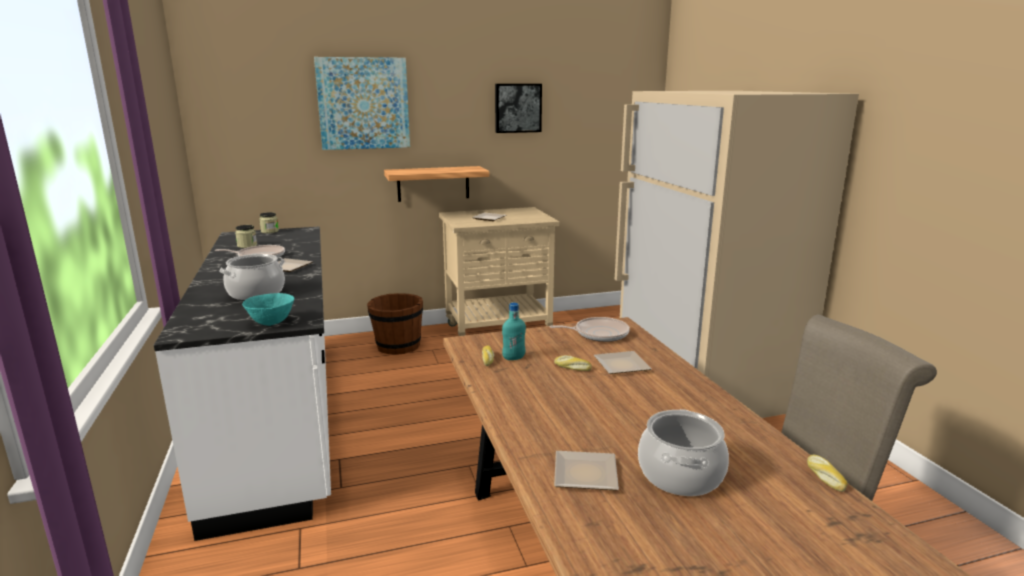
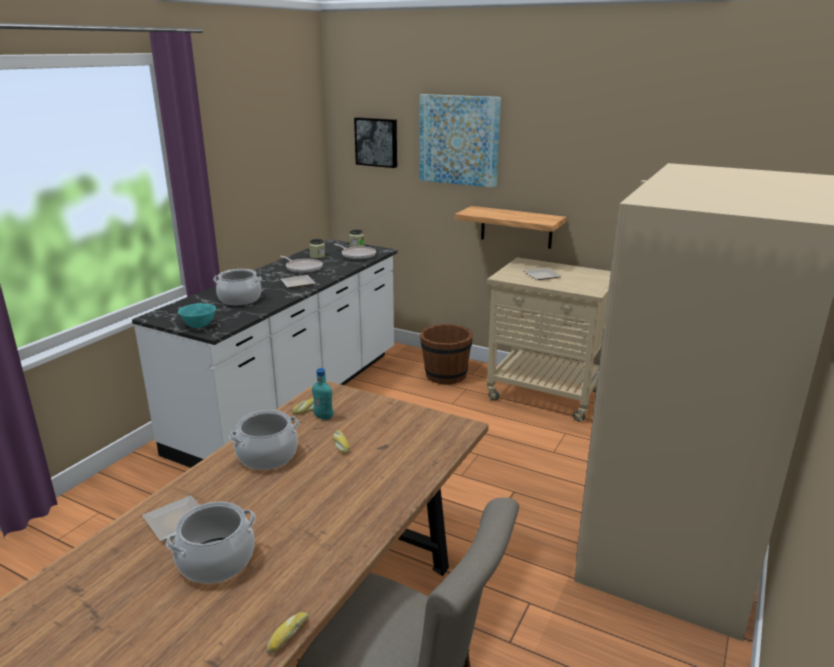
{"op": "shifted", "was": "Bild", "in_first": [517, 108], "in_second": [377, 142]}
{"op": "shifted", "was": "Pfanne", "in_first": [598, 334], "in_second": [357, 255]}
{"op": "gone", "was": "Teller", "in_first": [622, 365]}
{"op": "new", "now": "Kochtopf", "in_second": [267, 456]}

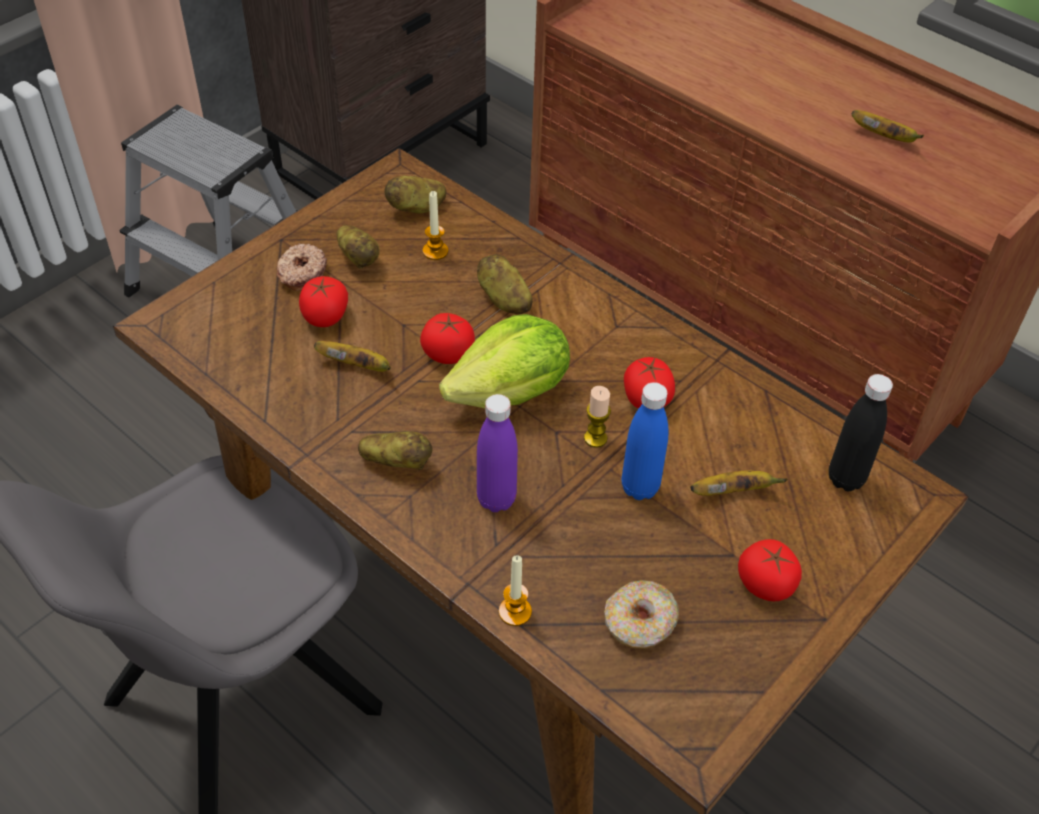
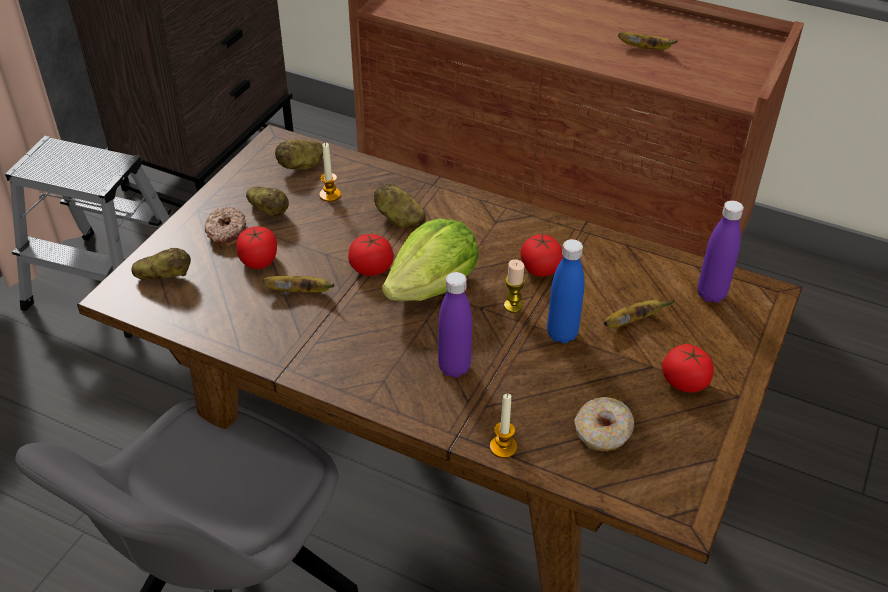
{"op": "repainted", "was": "Flasche [schwarz]", "now": "Flasche [lila]", "in_first": [846, 478], "in_second": [711, 294]}
{"op": "shifted", "was": "Kartoffel", "in_first": [397, 462], "in_second": [164, 277]}

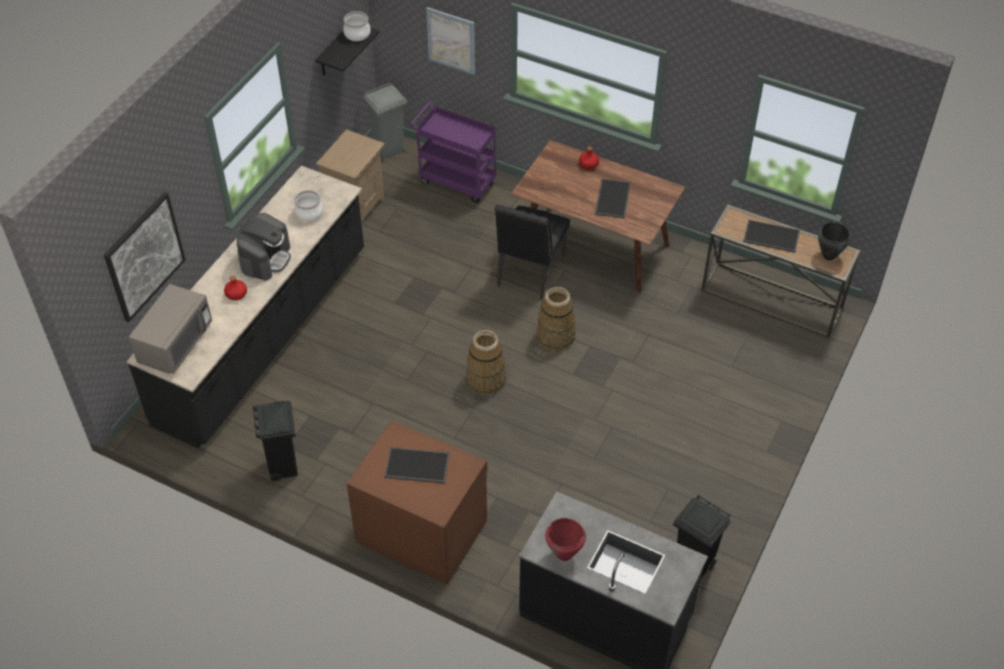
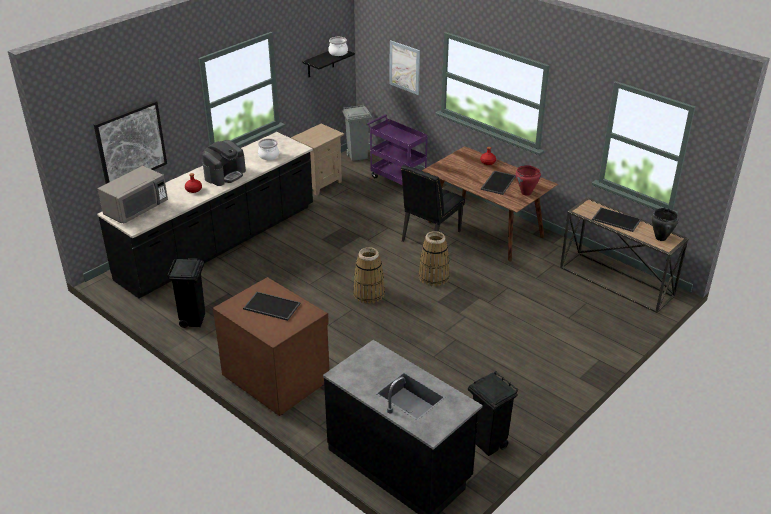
{"op": "shifted", "was": "Kochtopf [rot]", "in_first": [564, 555], "in_second": [526, 193]}

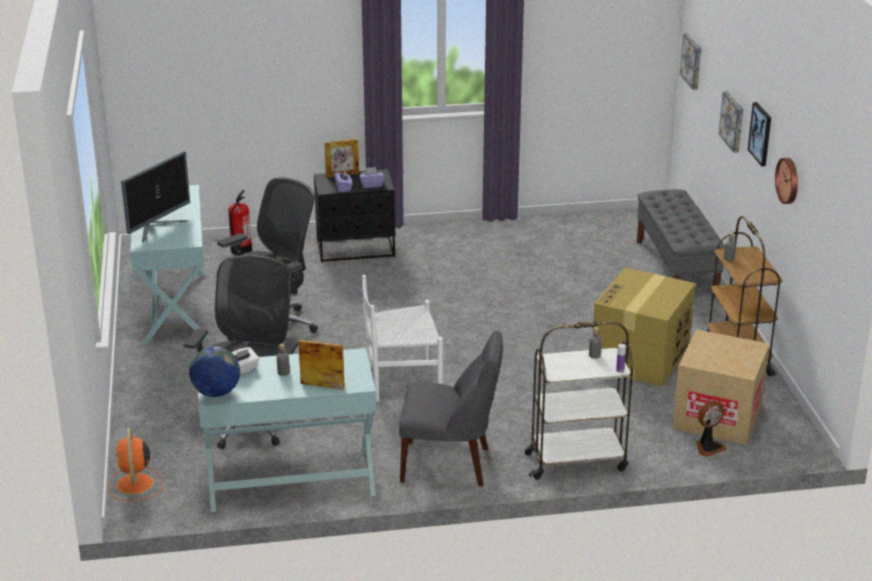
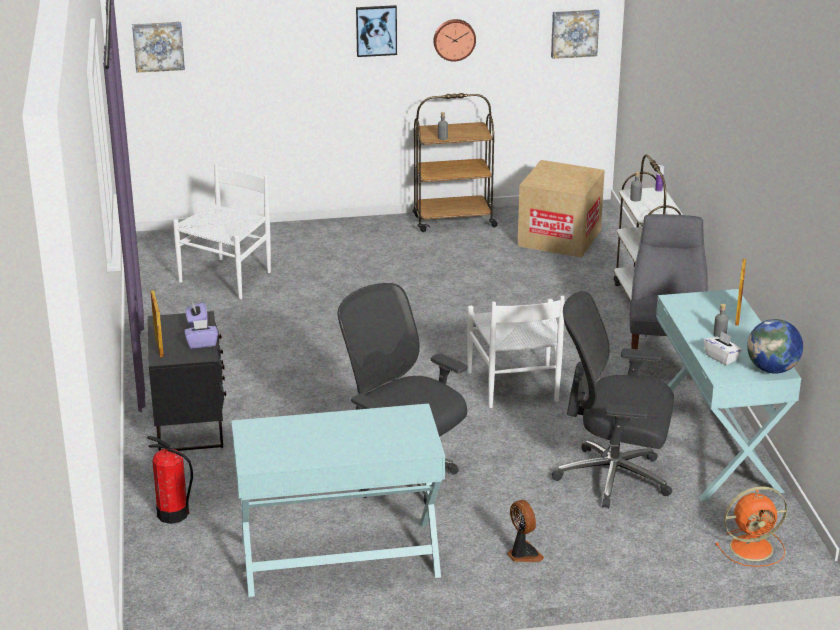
{"op": "shifted", "was": "Bild", "in_first": [733, 121], "in_second": [574, 33]}
{"op": "gone", "was": "Monitor", "in_first": [158, 228]}
{"op": "gone", "was": "Bank [grau]", "in_first": [676, 269]}
{"op": "gone", "was": "Karton", "in_first": [640, 358]}
{"op": "shifted", "was": "Ventilator", "in_first": [708, 447], "in_second": [523, 554]}
{"op": "new", "now": "Stuhl [weiß]", "in_second": [228, 278]}

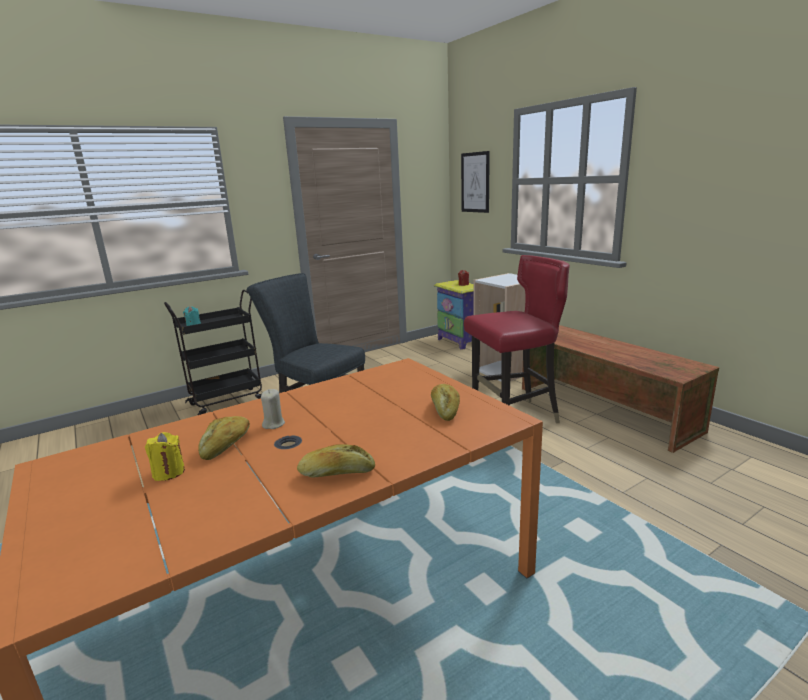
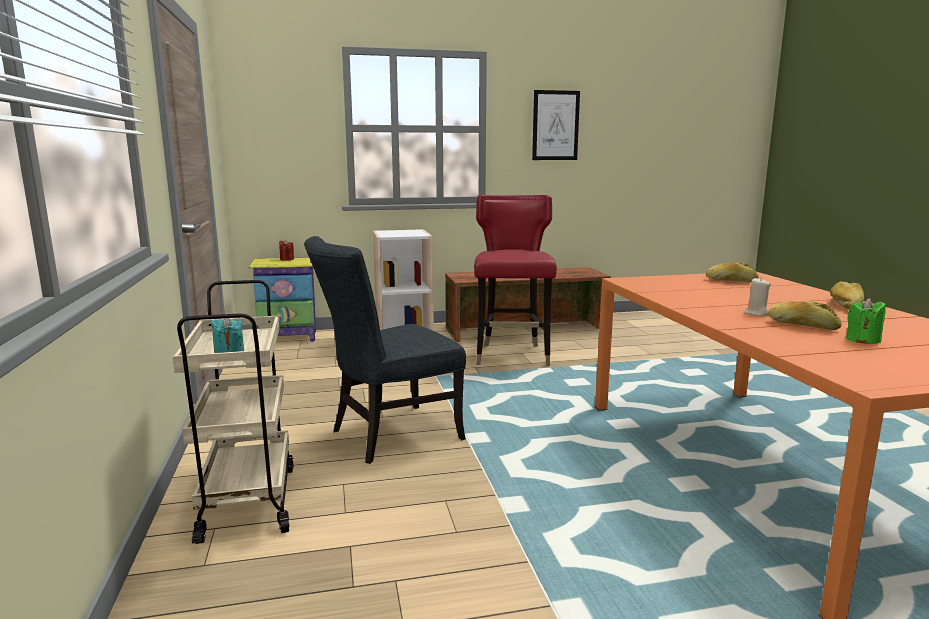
{"op": "shifted", "was": "Bild", "in_first": [475, 182], "in_second": [555, 125]}
{"op": "repainted", "was": "Rollwagen [schwarz]", "now": "Rollwagen [beige]", "in_first": [228, 402], "in_second": [249, 502]}
{"op": "repainted", "was": "Kerze [gelb]", "now": "Kerze [grün]", "in_first": [168, 472], "in_second": [862, 340]}

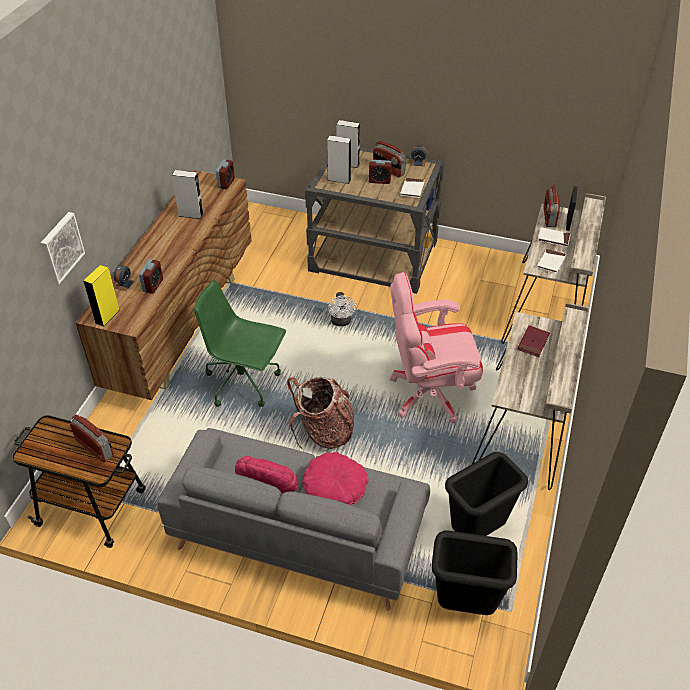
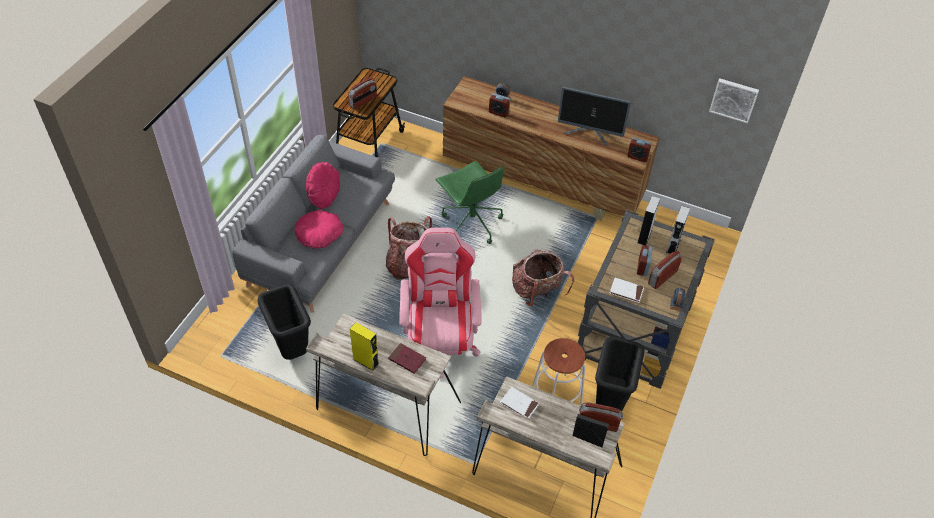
{"op": "swapped", "was": "Lautsprecher [grau]", "now": "Monitor", "in_first": [191, 215], "in_second": [589, 134]}
{"op": "shifted", "was": "Bild", "in_first": [60, 247], "in_second": [734, 99]}
{"op": "gone", "was": "Buch [weiß]", "in_first": [553, 238]}
{"op": "shifted", "was": "Lautsprecher [gelb]", "in_first": [107, 316], "in_second": [366, 361]}
{"op": "rotated", "was": "Bürostuhl [grün]", "in_first": [245, 384], "in_second": [470, 222], "clockwise": 120}
{"op": "swapped", "was": "Ventilator [weiß]", "now": "Rucksack", "in_first": [341, 322], "in_second": [537, 291]}
{"op": "shifted", "was": "Mülleimer [schwarz]", "in_first": [464, 605], "in_second": [609, 401]}
{"op": "new", "now": "Hocker [weiß]", "in_second": [557, 394]}

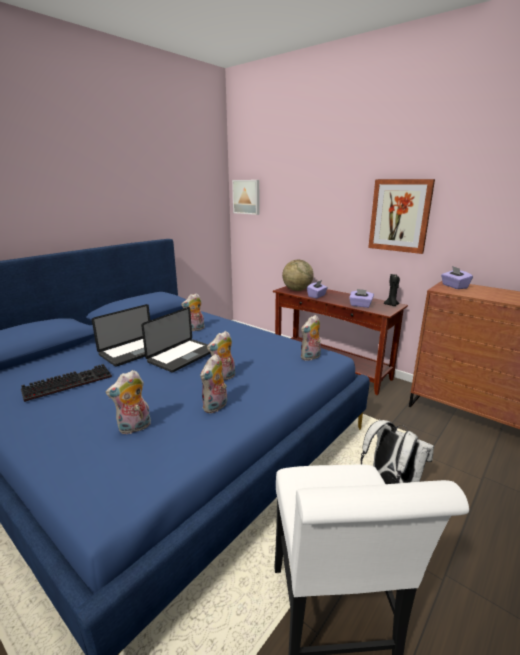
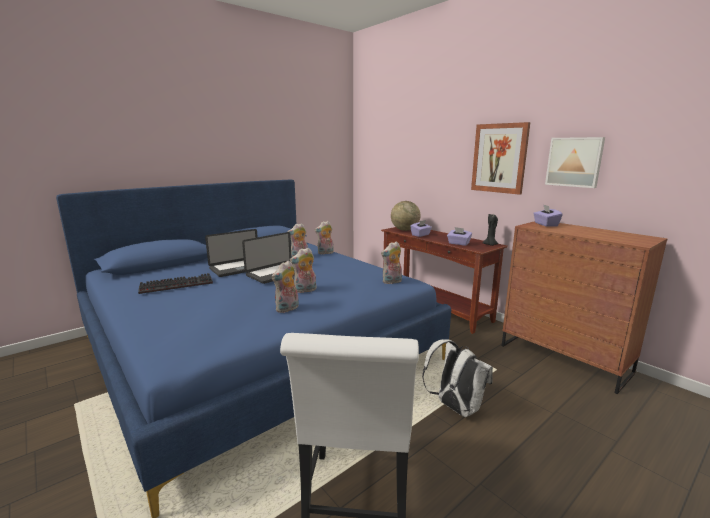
{"op": "shifted", "was": "Bild", "in_first": [247, 197], "in_second": [574, 162]}
{"op": "shifted", "was": "Plüschtier", "in_first": [134, 428], "in_second": [325, 253]}

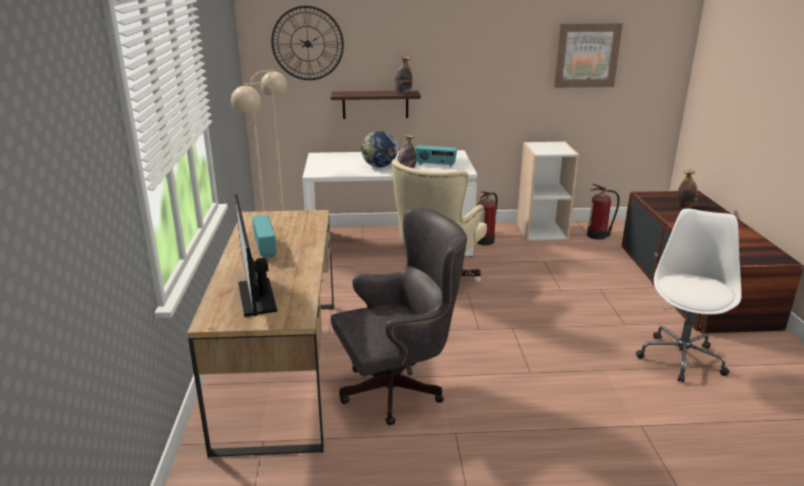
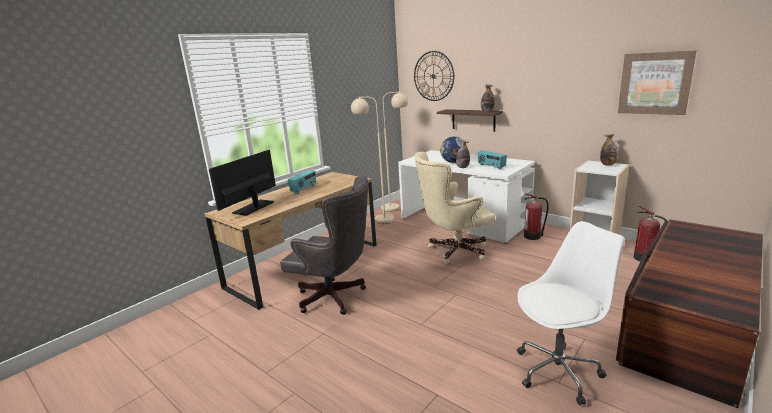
{"op": "shifted", "was": "Flasche", "in_first": [685, 206], "in_second": [608, 164]}

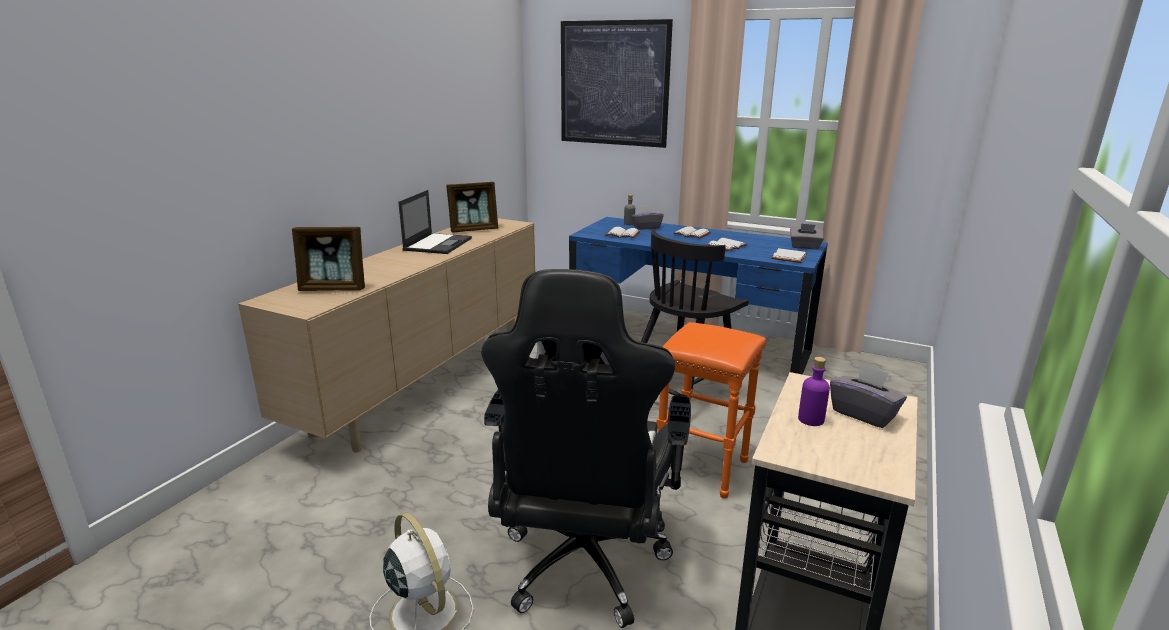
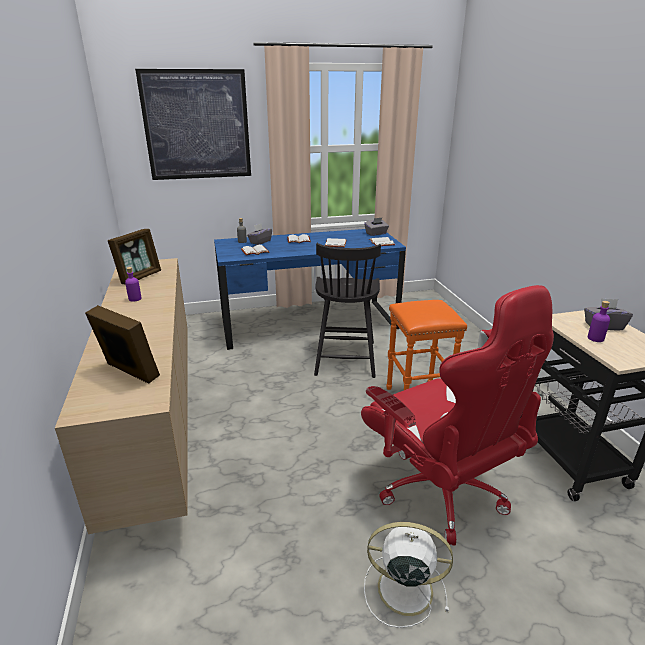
{"op": "swapped", "was": "Laptop", "now": "Flasche [lila]", "in_first": [438, 244], "in_second": [135, 299]}
{"op": "rotated", "was": "Bilderrahmen", "in_first": [333, 288], "in_second": [129, 373], "clockwise": -105}
{"op": "repainted", "was": "Bürostuhl [schwarz]", "now": "Bürostuhl [rot]", "in_first": [585, 556], "in_second": [435, 487]}

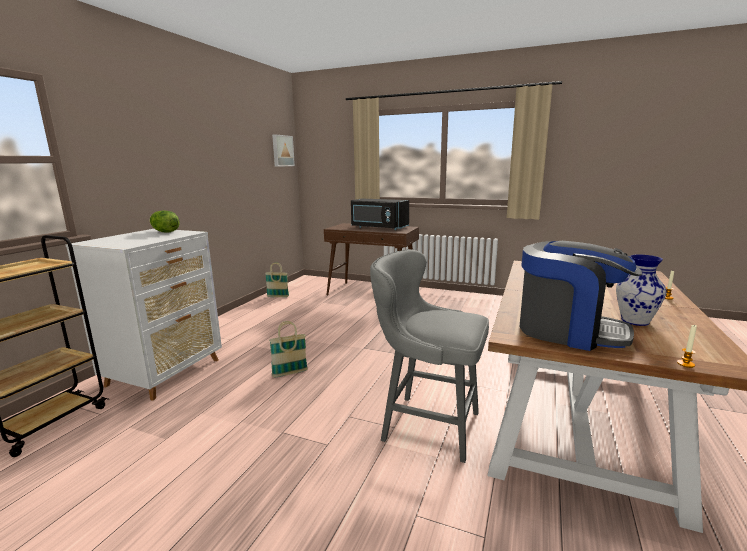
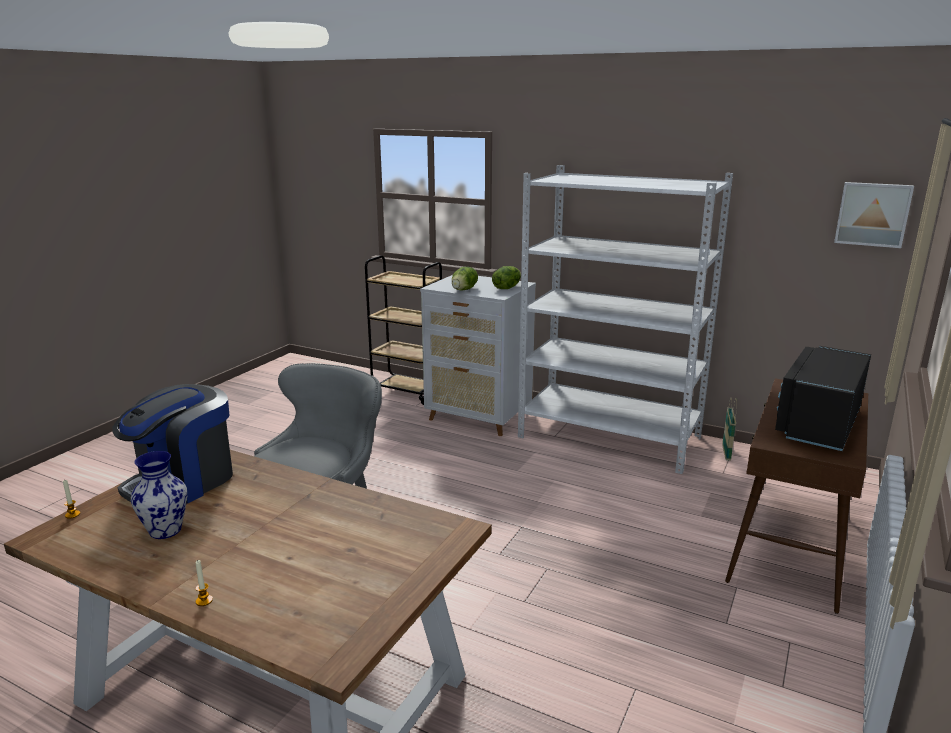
{"op": "gone", "was": "Korb", "in_first": [290, 373]}
{"op": "new", "now": "Bücherregal [weiß]", "in_second": [609, 437]}
{"op": "new", "now": "Salatkopf", "in_second": [464, 290]}

